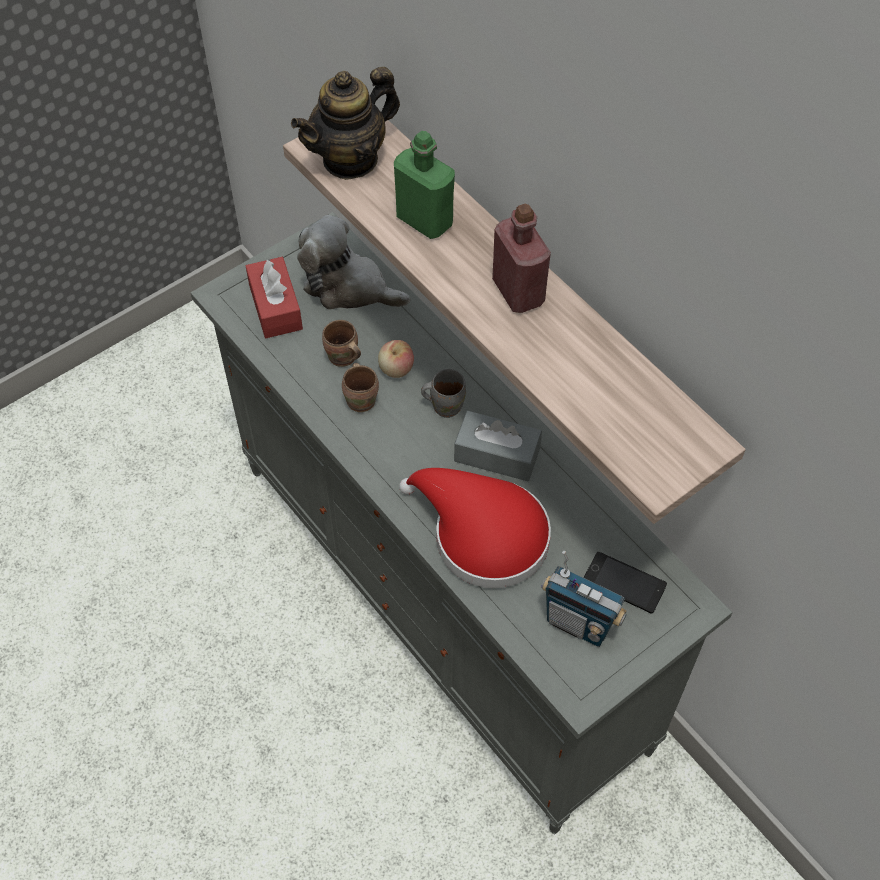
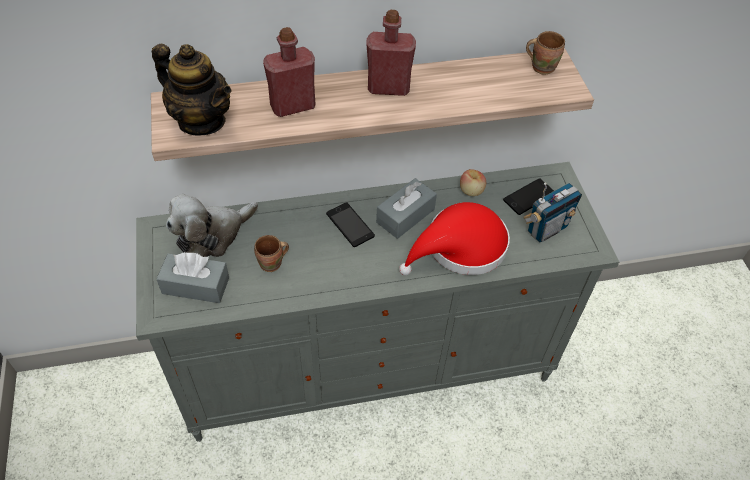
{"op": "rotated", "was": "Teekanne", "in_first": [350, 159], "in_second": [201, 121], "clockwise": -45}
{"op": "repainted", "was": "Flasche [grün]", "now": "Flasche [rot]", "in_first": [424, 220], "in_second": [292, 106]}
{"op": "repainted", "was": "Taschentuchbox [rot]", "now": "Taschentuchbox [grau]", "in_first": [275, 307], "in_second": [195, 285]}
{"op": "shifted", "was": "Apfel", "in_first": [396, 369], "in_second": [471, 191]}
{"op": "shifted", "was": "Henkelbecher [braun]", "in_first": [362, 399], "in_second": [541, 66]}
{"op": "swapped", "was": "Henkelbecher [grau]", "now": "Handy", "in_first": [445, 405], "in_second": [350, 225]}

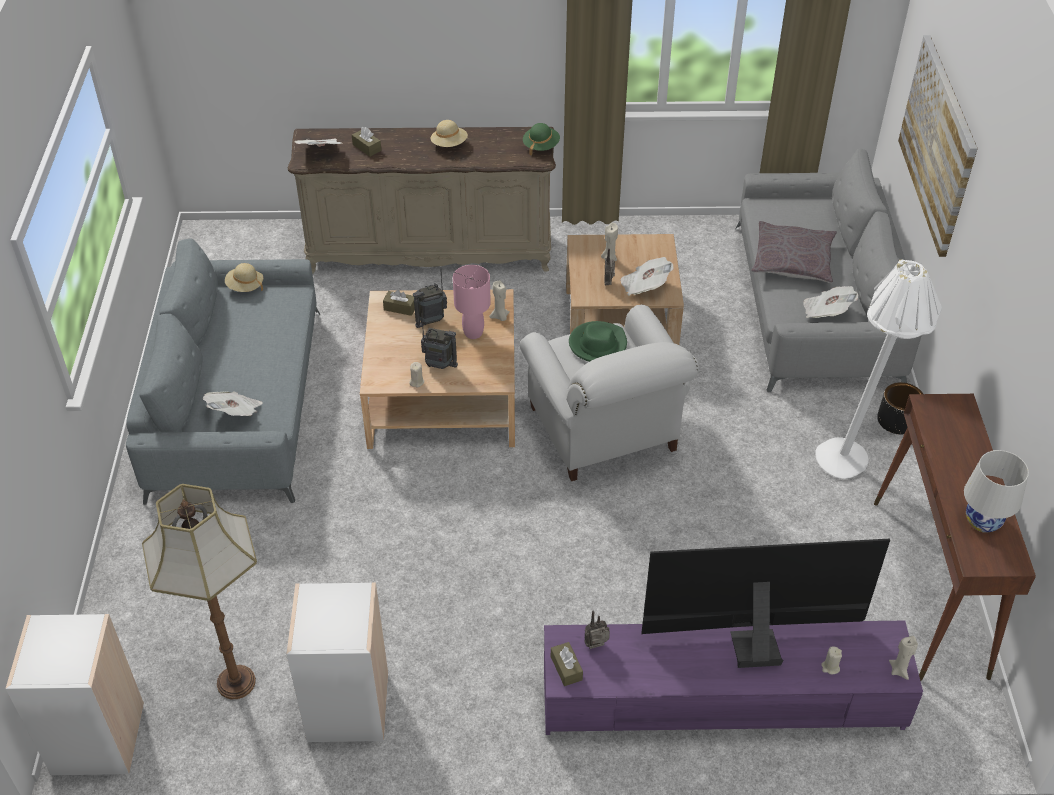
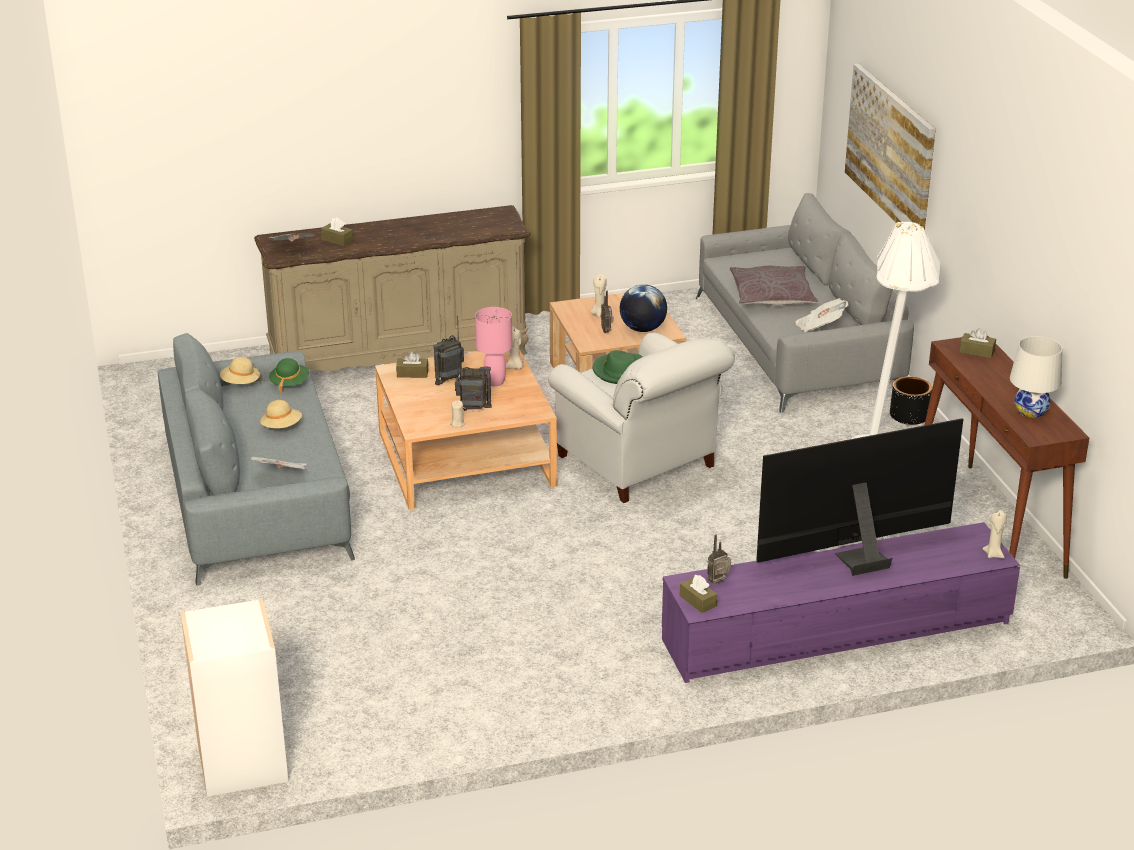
{"op": "shifted", "was": "Hut [beige]", "in_first": [449, 144], "in_second": [282, 427]}
{"op": "shifted", "was": "Hut [grün]", "in_first": [541, 146], "in_second": [289, 383]}
{"op": "swapped", "was": "Zeitung", "now": "Globus", "in_first": [644, 286], "in_second": [643, 329]}
{"op": "gone", "was": "Stehlampe", "in_first": [237, 683]}
{"op": "gone", "was": "Bücherregal", "in_first": [347, 706]}
{"op": "gone", "was": "Kerze [beige]", "in_first": [830, 667]}
{"op": "new", "now": "Taschentuchbox [braun]", "in_second": [977, 351]}

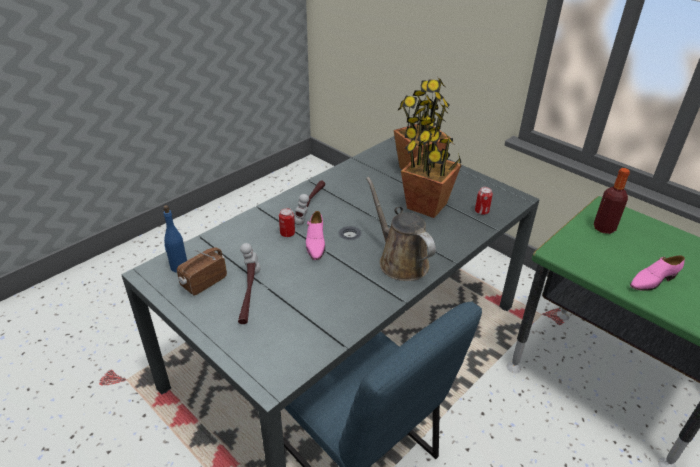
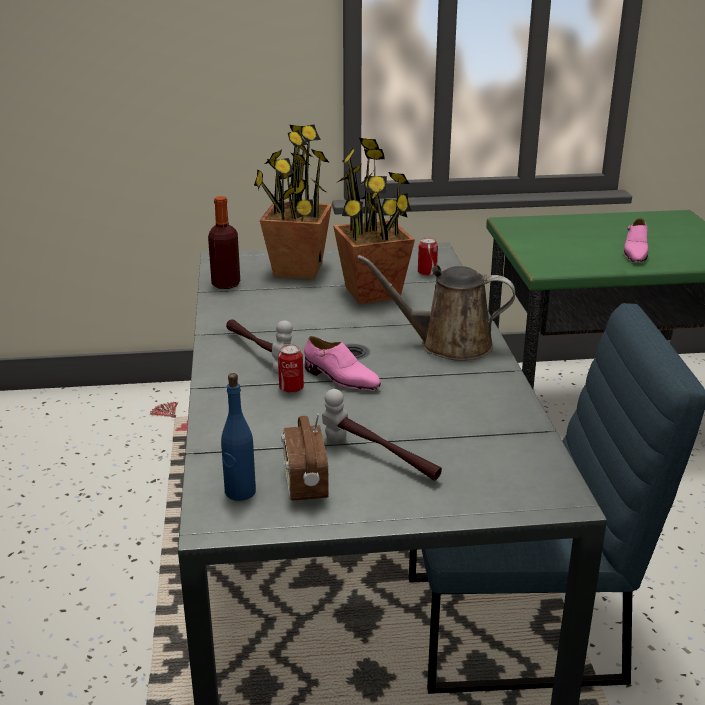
{"op": "shifted", "was": "Flasche", "in_first": [604, 228], "in_second": [226, 284]}

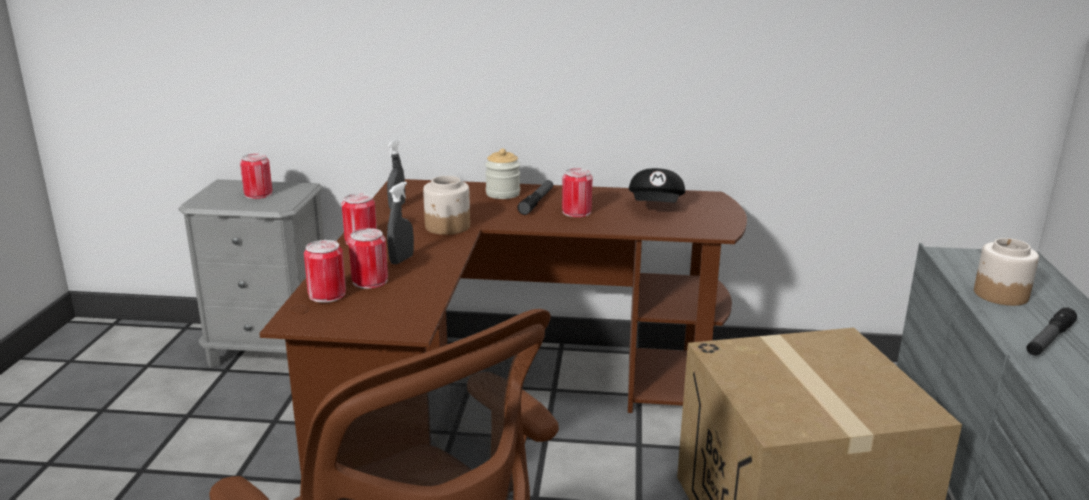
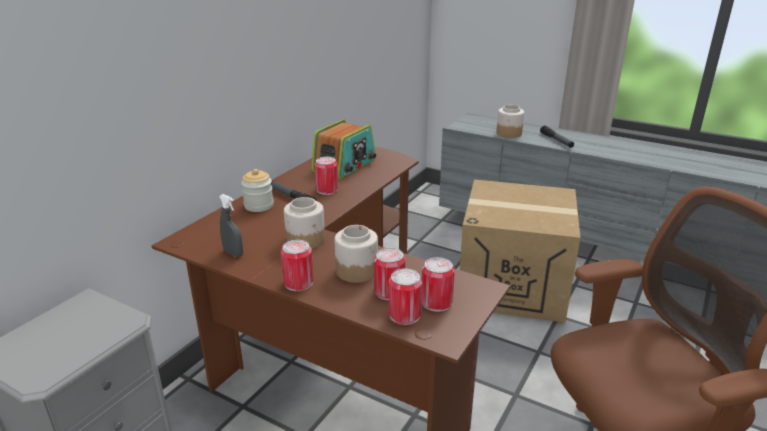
{"op": "shifted", "was": "Dose", "in_first": [258, 194], "in_second": [436, 302]}
{"op": "swapped", "was": "Kappe [schwarz]", "now": "Radio", "in_first": [656, 207], "in_second": [345, 165]}
{"op": "swapped", "was": "Sprühflasche [grau]", "now": "Vorratsglas", "in_first": [401, 259], "in_second": [357, 271]}

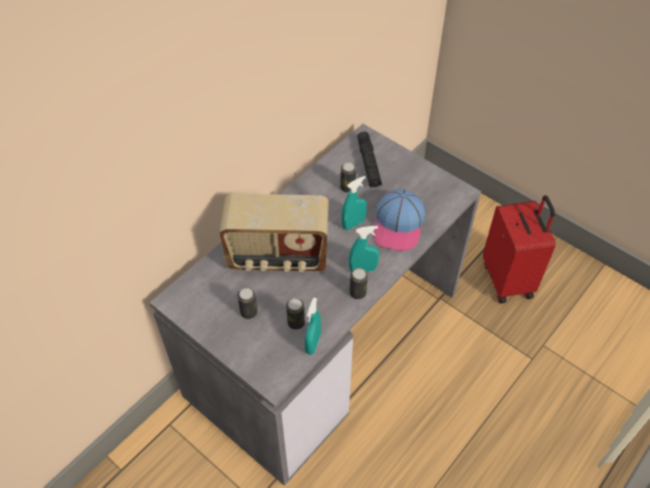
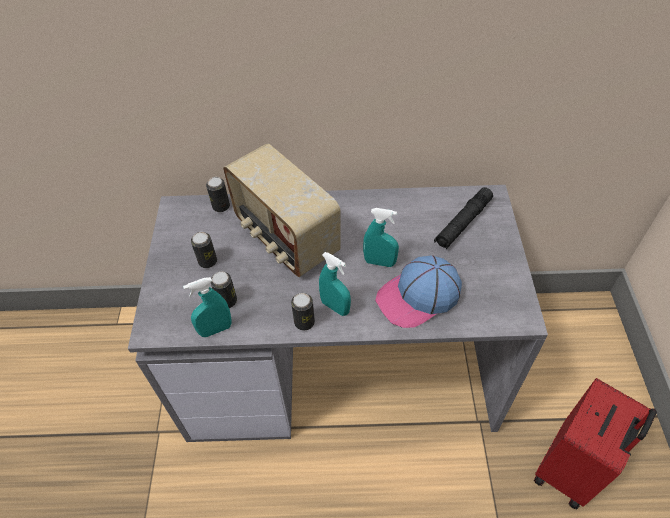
{"op": "shifted", "was": "Dose", "in_first": [347, 187], "in_second": [221, 206]}

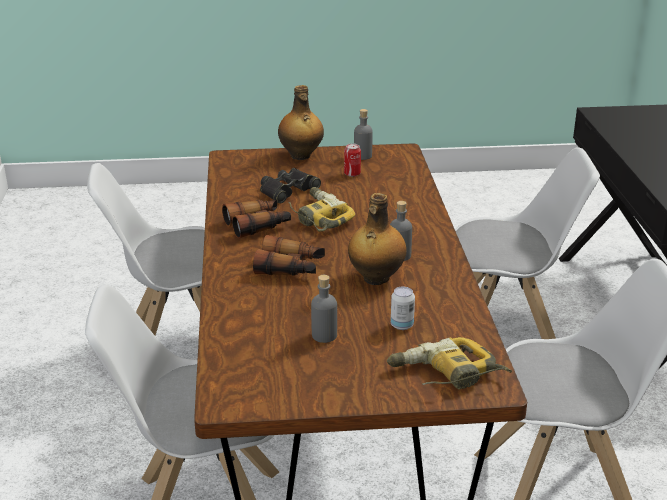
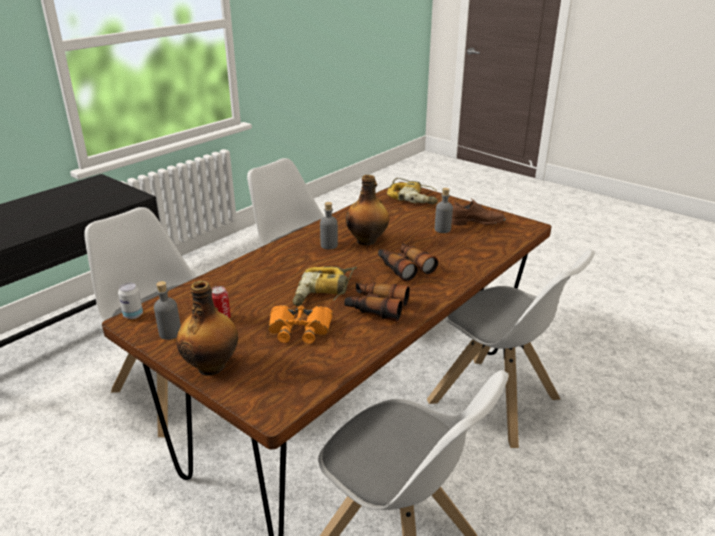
{"op": "repainted", "was": "Fernglas [schwarz]", "now": "Fernglas [orange]", "in_first": [288, 191], "in_second": [299, 329]}
{"op": "shifted", "was": "Dose", "in_first": [402, 325], "in_second": [133, 315]}
{"op": "new", "now": "Schuh [braun]", "in_second": [476, 223]}

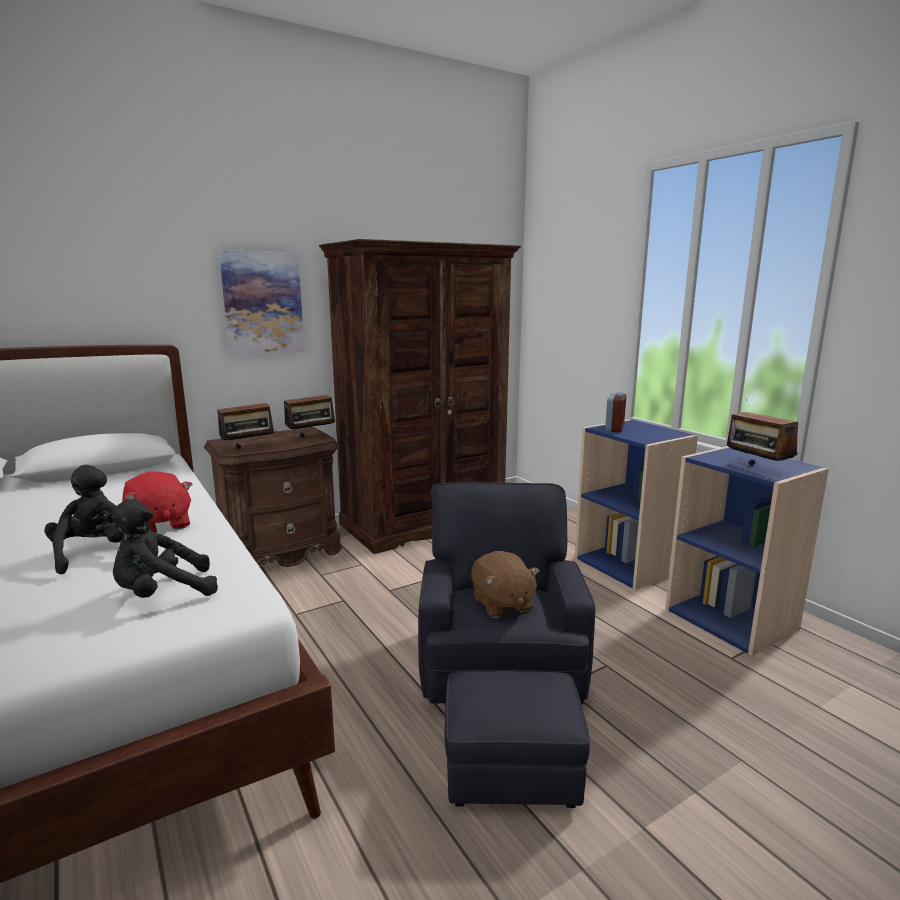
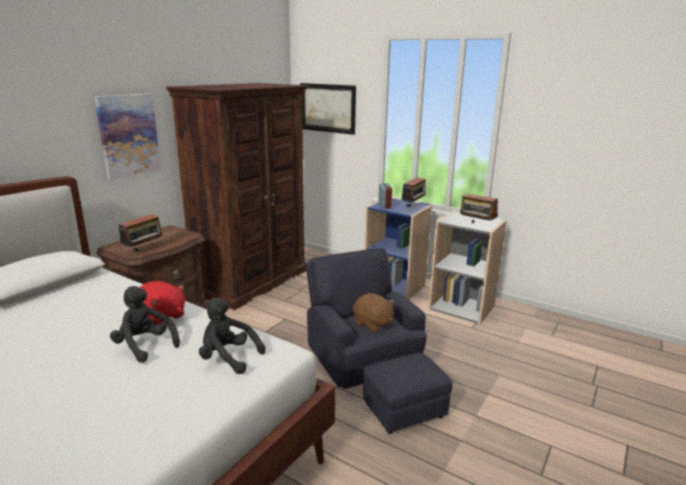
{"op": "shifted", "was": "Radio", "in_first": [311, 437], "in_second": [413, 206]}
{"op": "repainted", "was": "Bücherregal [blau]", "now": "Bücherregal [grau]", "in_first": [732, 619], "in_second": [462, 307]}
{"op": "rotated", "was": "Plüschtier [schwarz]", "in_first": [162, 594], "in_second": [228, 358], "clockwise": 75}
{"op": "new", "now": "Bild", "in_second": [327, 108]}

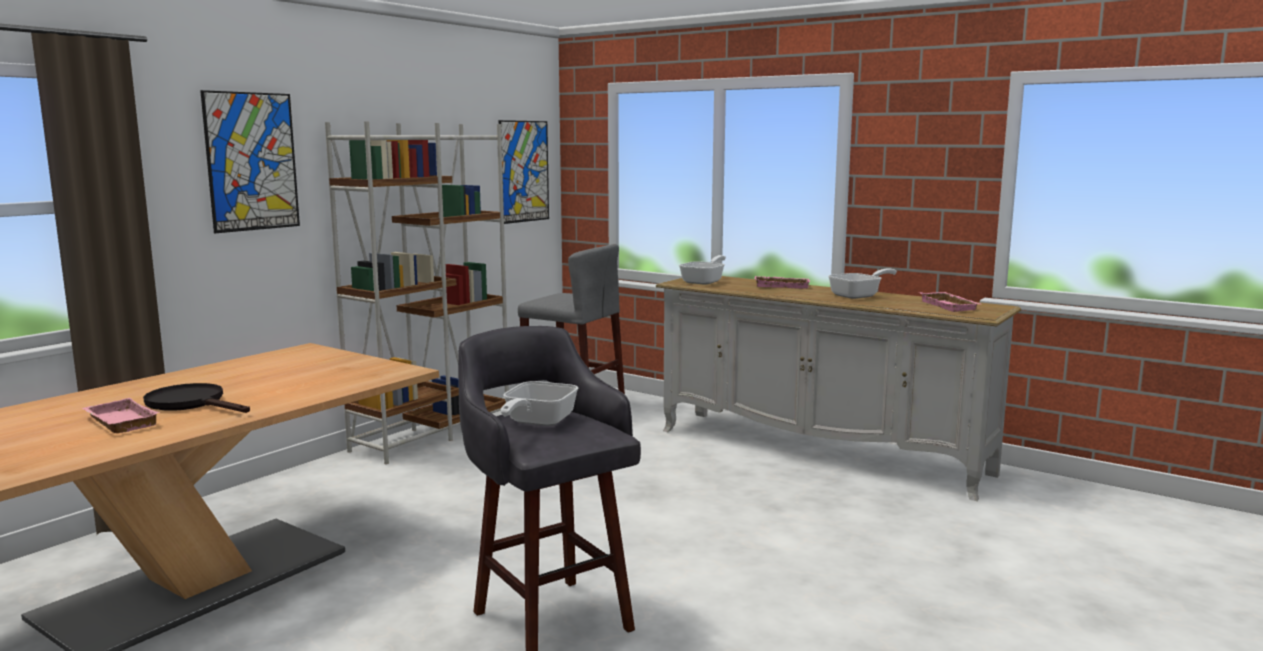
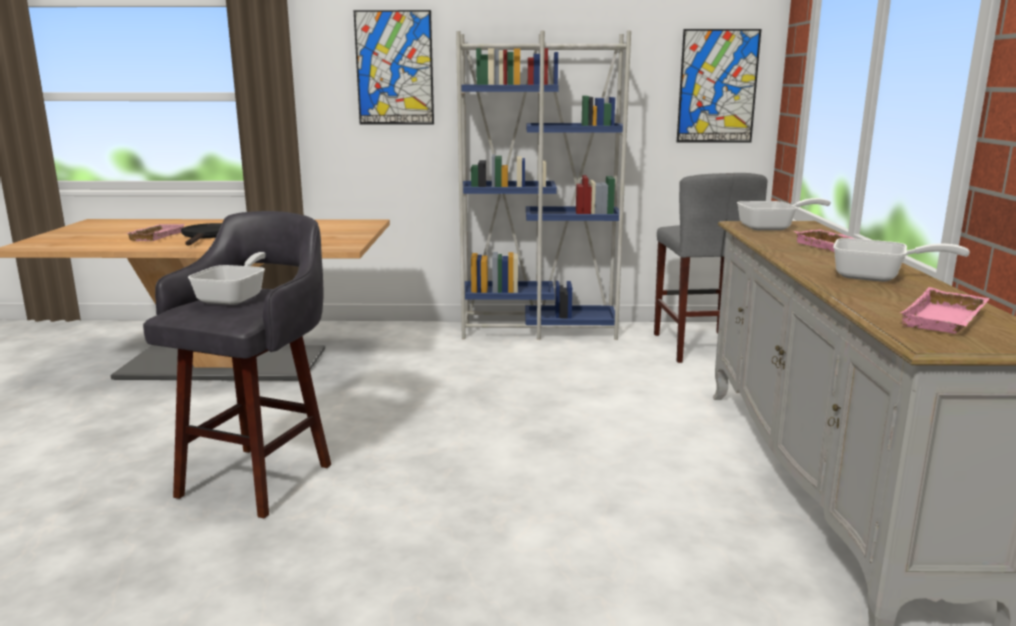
{"op": "repainted", "was": "Bücherregal [braun]", "now": "Bücherregal [blau]", "in_first": [433, 434], "in_second": [539, 331]}
{"op": "rotated", "was": "Pfanne", "in_first": [536, 422], "in_second": [236, 297], "clockwise": 120}

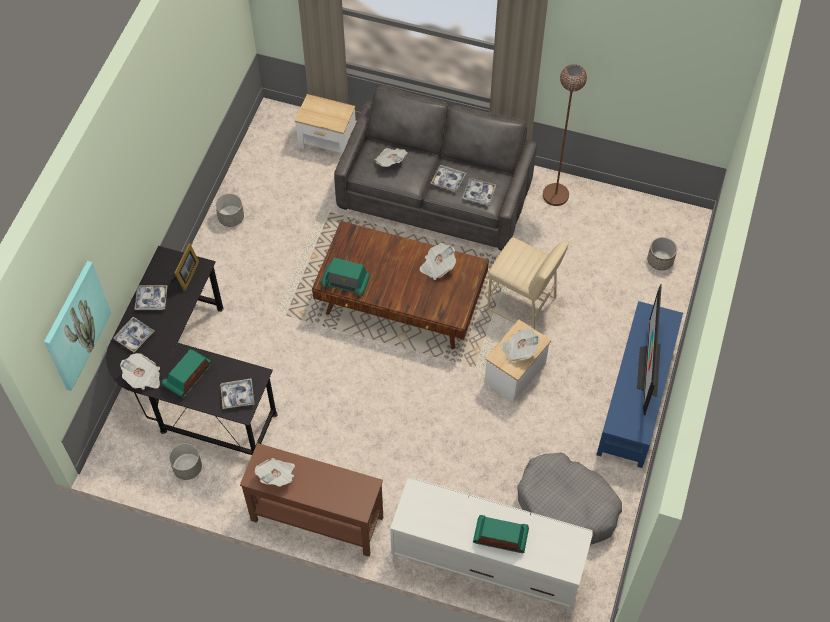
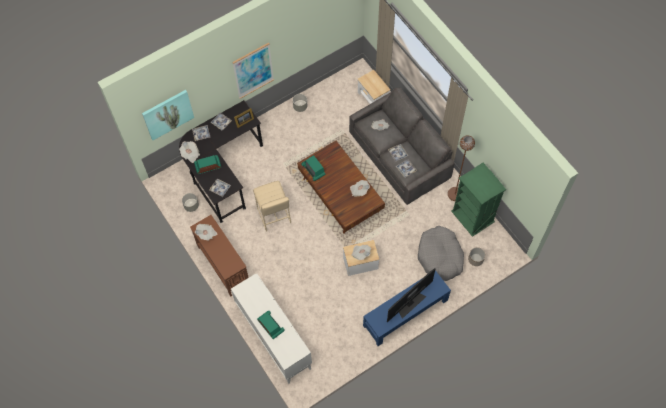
{"op": "shifted", "was": "Hocker [beige]", "in_first": [522, 304], "in_second": [274, 215]}
{"op": "shifted", "was": "Hundebett [grau]", "in_first": [566, 506], "in_second": [440, 256]}
{"op": "new", "now": "Bild", "in_second": [253, 70]}
{"op": "new", "now": "Bücherregal [grün]", "in_second": [473, 216]}

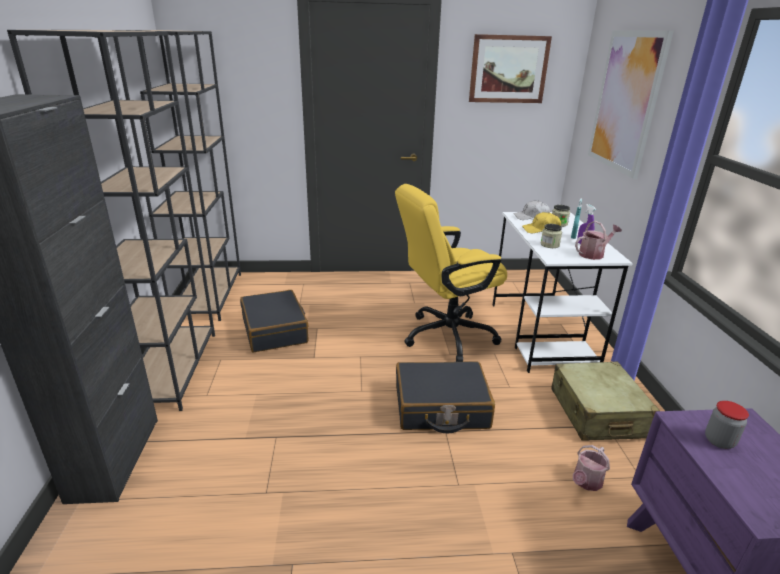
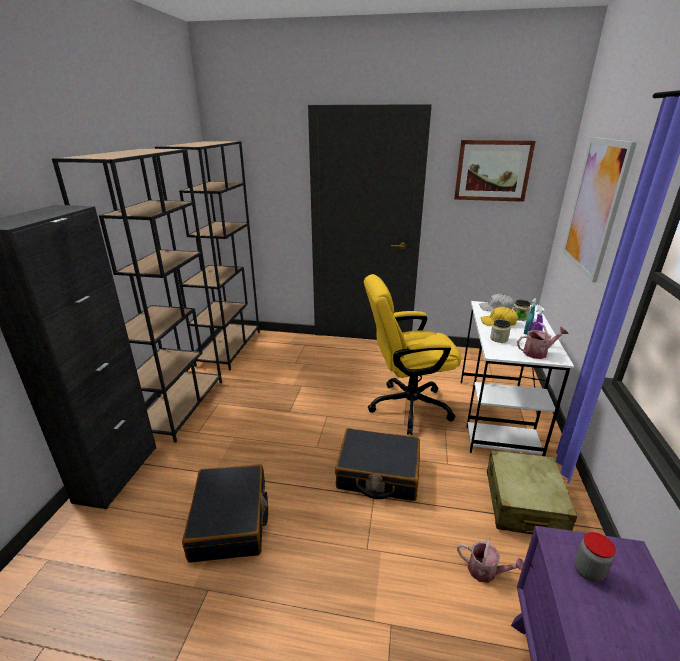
{"op": "shifted", "was": "Koffer [schwarz]", "in_first": [275, 330], "in_second": [230, 520]}
{"op": "rotated", "was": "Gießkanne", "in_first": [586, 482], "in_second": [486, 571], "clockwise": -120}

